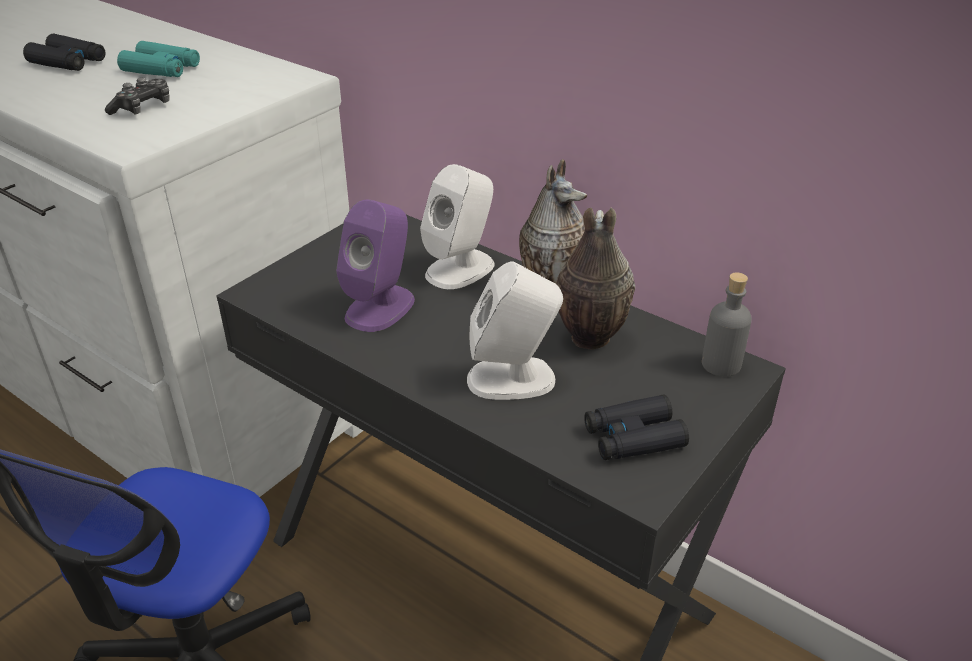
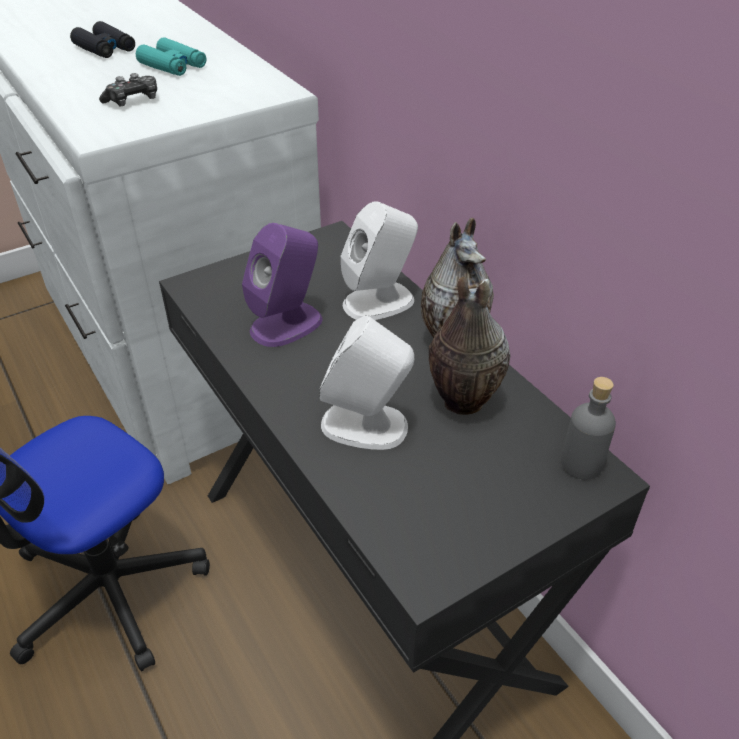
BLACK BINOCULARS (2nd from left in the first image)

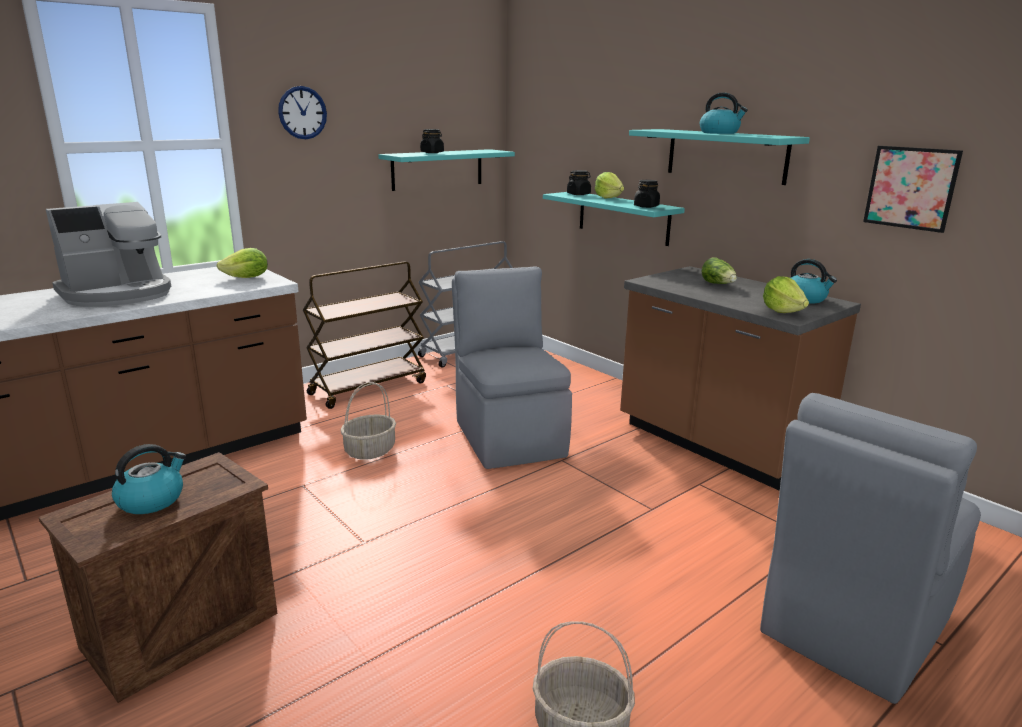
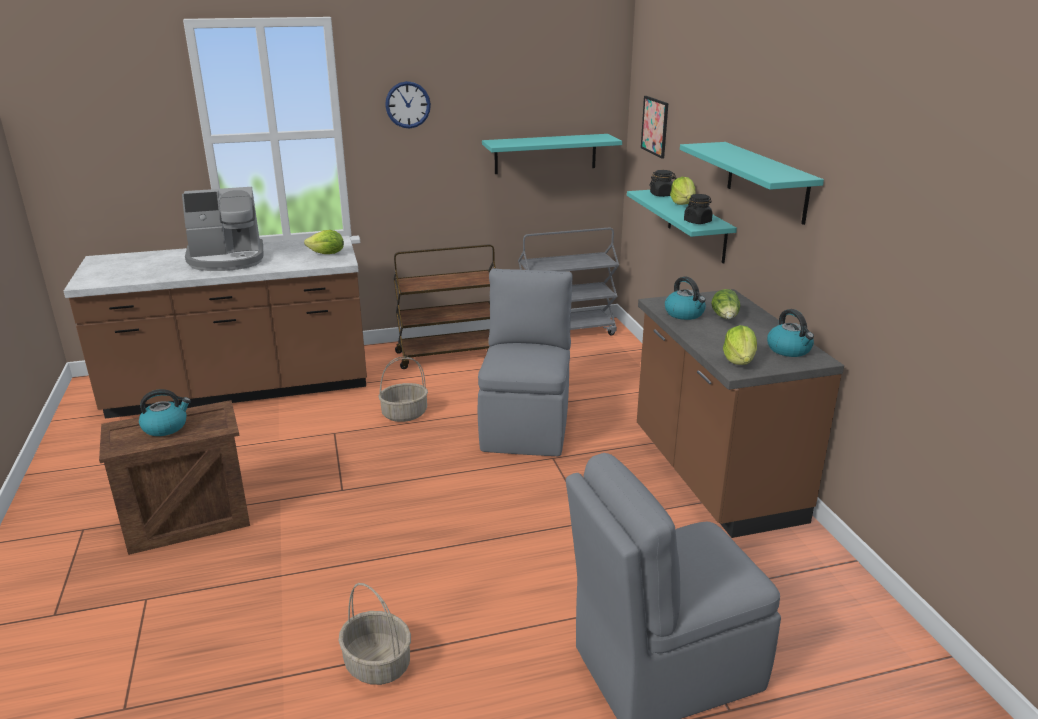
BLACK JAR (1st from left in the first image)
KETTLE (2nd from left)
PICTURE

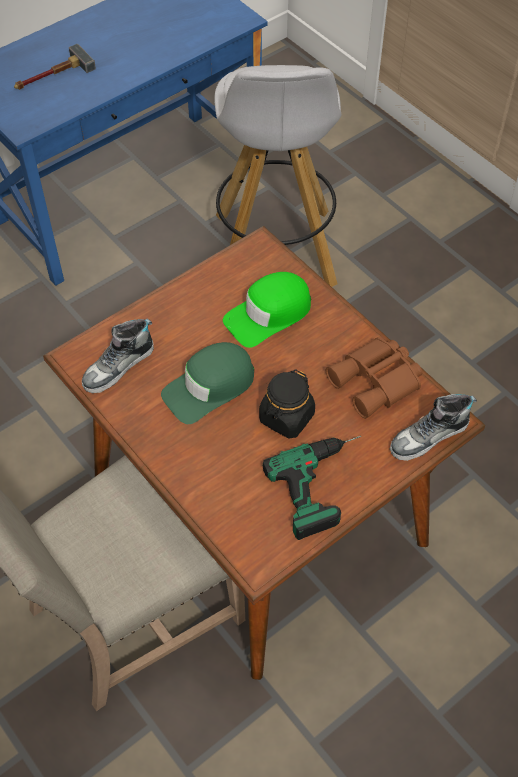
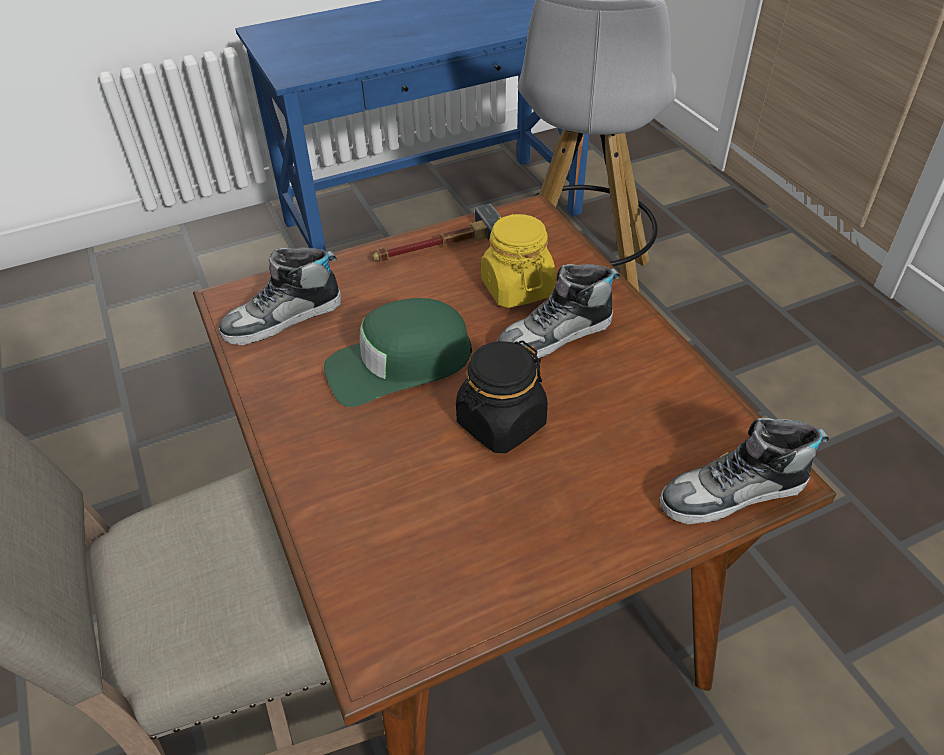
HAMMER
YELLOW JAR
POWER DRILL
BROWN BINOCULARS
SHOE (2nd from left)

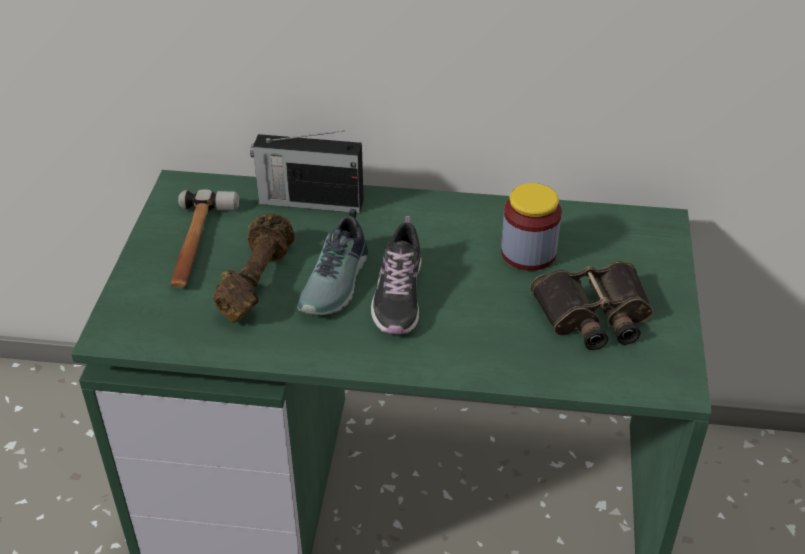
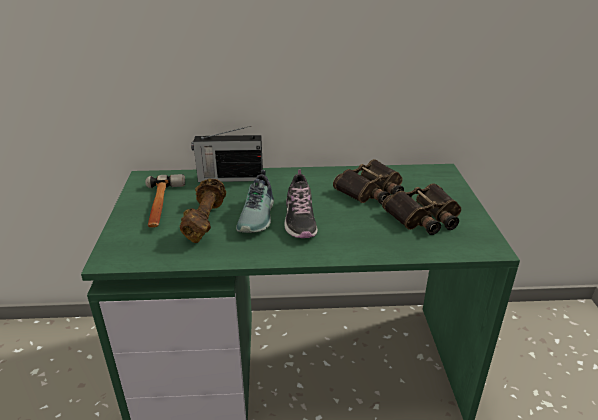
BINOCULARS (1st from left)

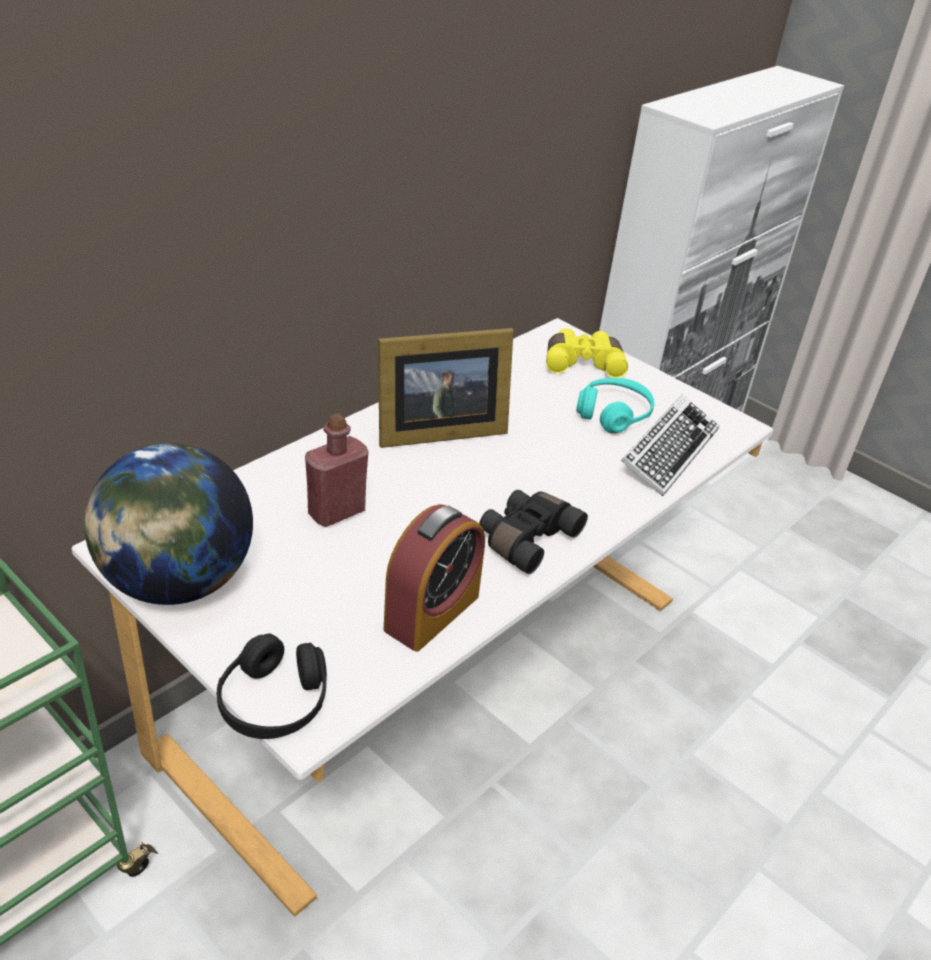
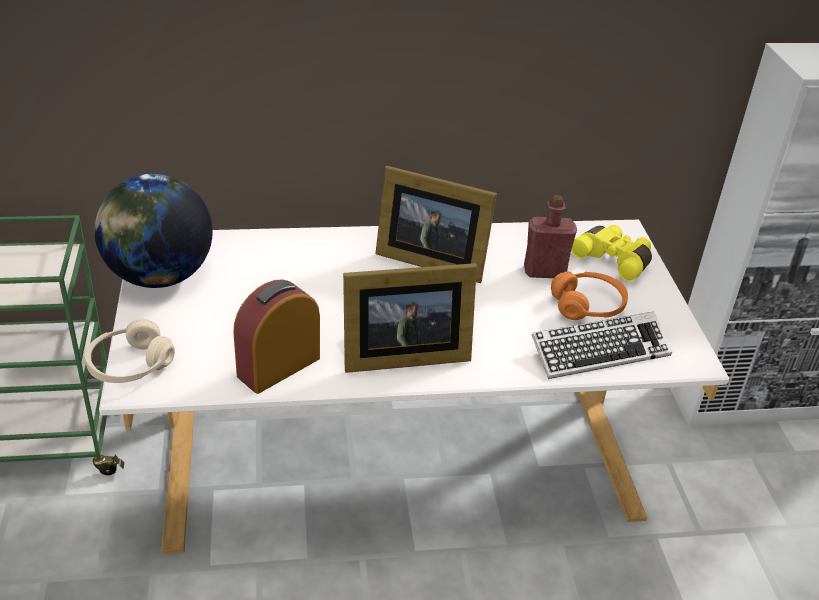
BEIGE HEADPHONES
RED BOTTLE
ALARM CLOCK
PICTURE FRAME (1st from left)
ORANGE HEADPHONES

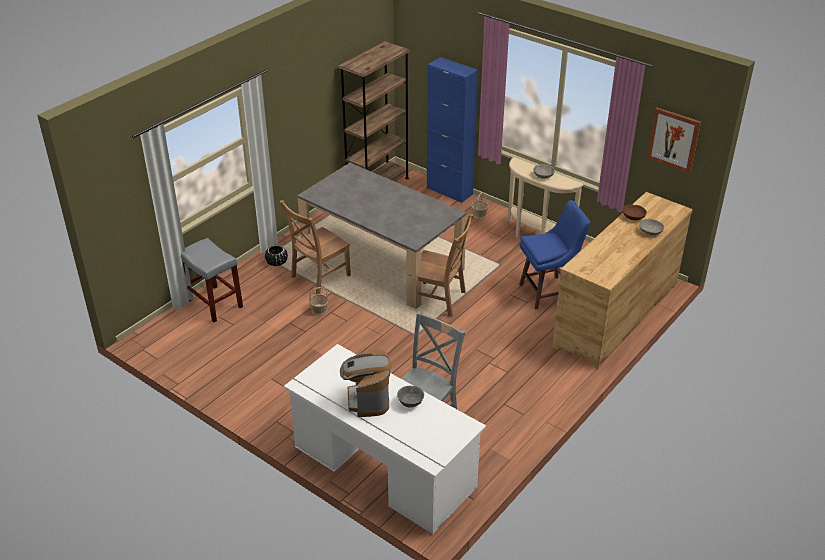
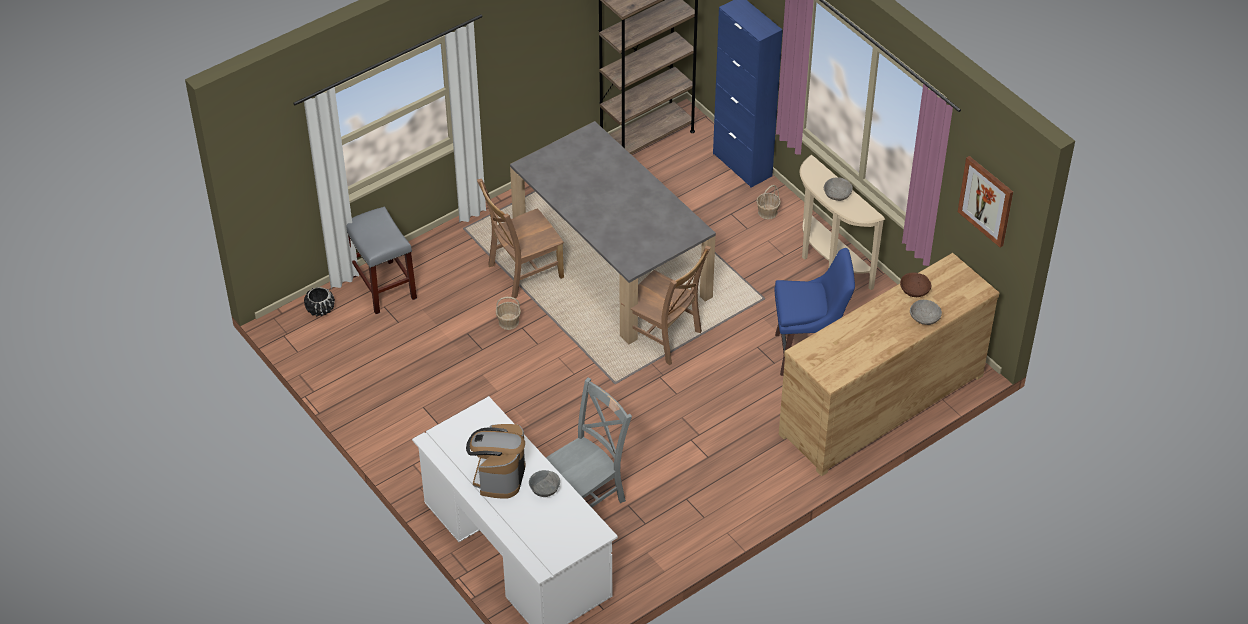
BLACK PLANTER

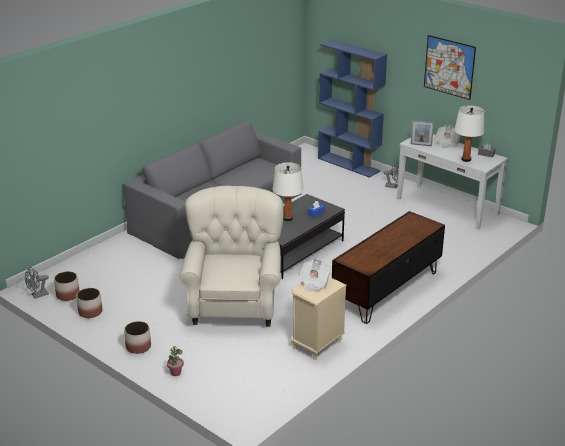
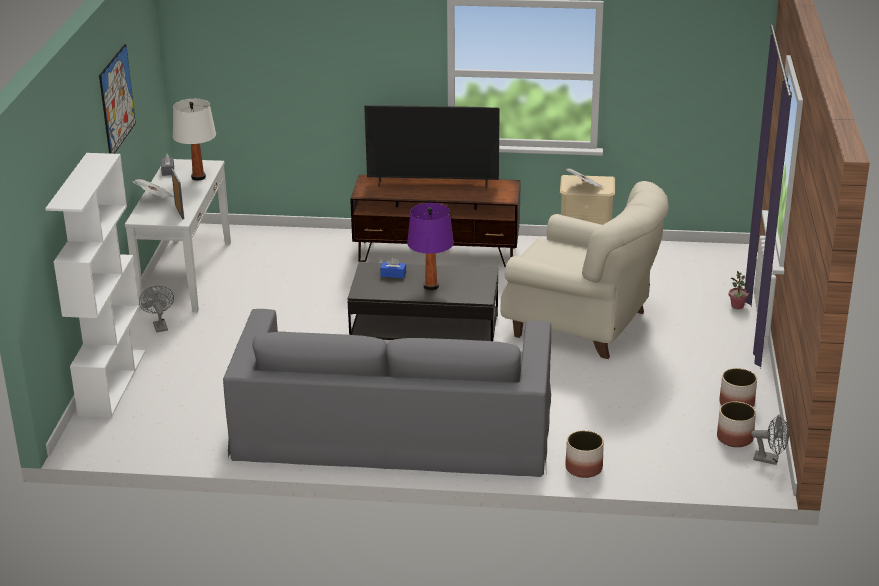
PLANTER (1st from left)
BEIGE ARMCHAIR
PURPLE TABLE LAMP
WHITE BOOKCASE
TELEVISION

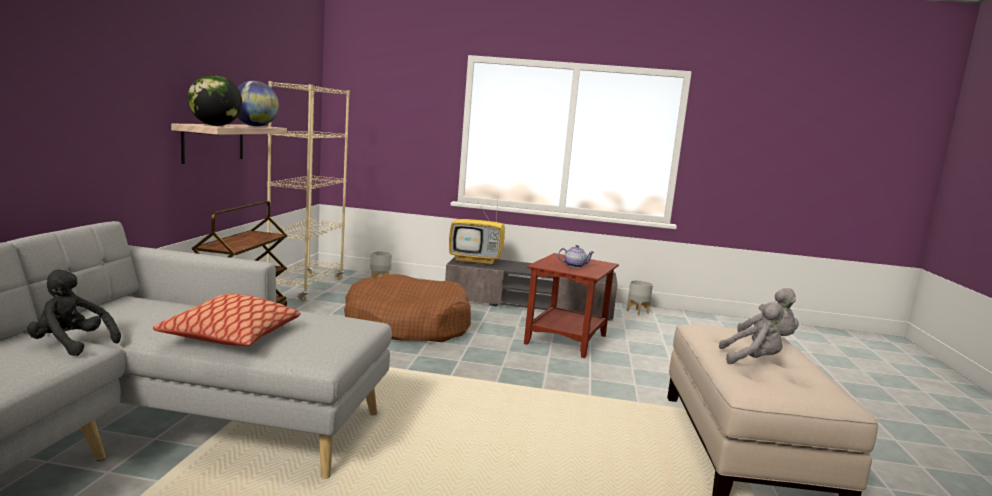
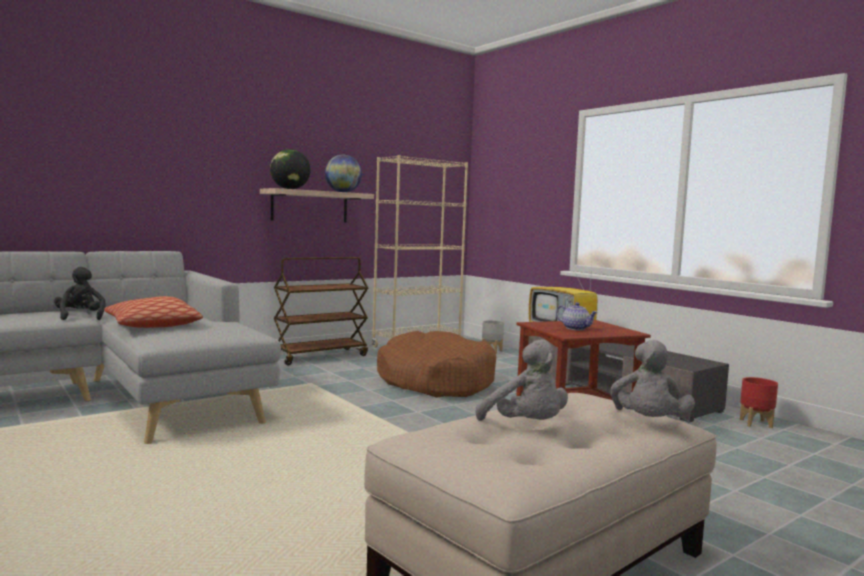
RED PLANTER

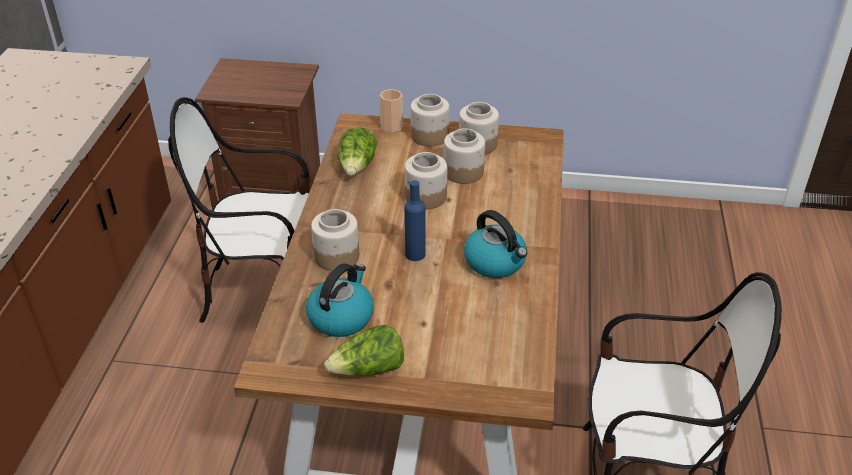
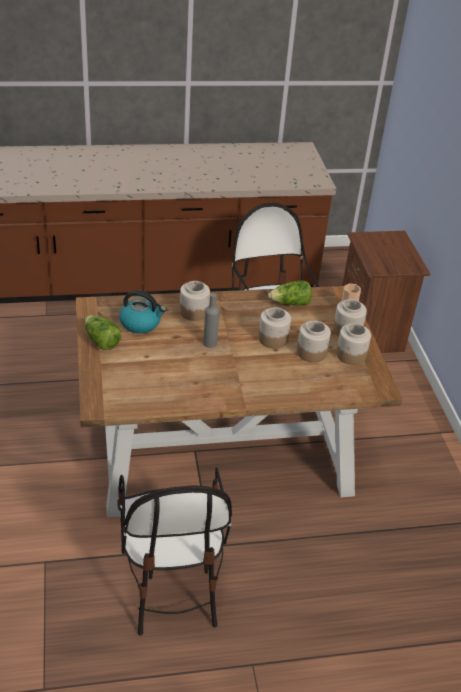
GREY BOTTLE
KETTLE (2nd from left in the first image)

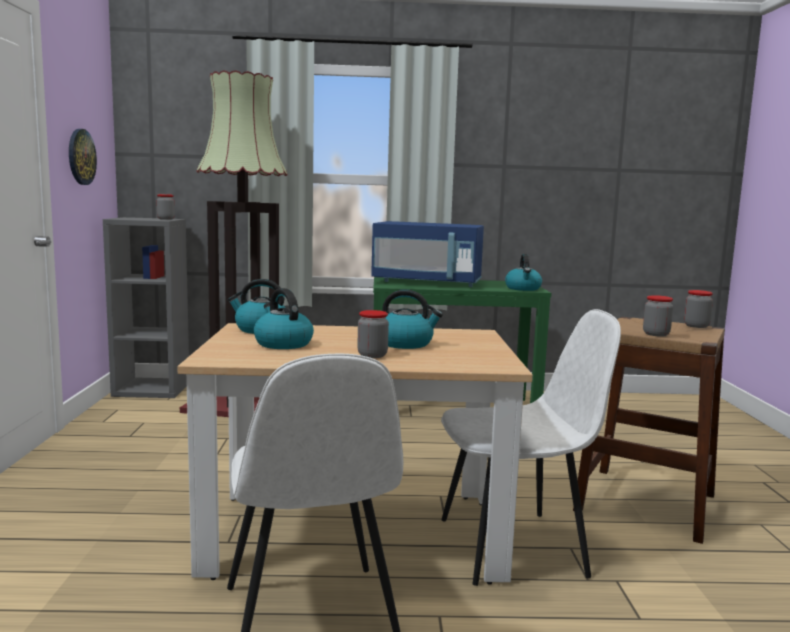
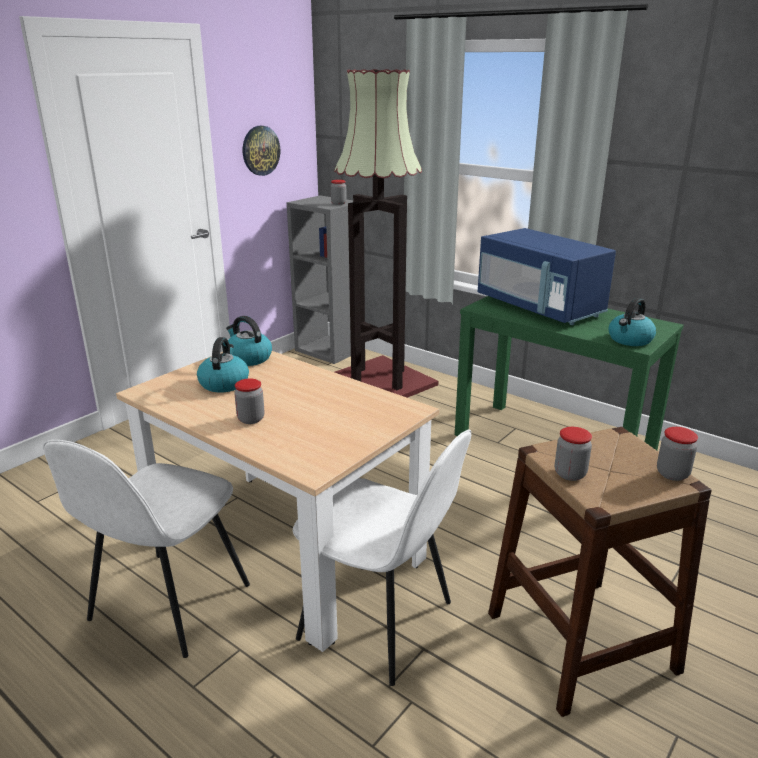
KETTLE (3rd from left in the first image)

